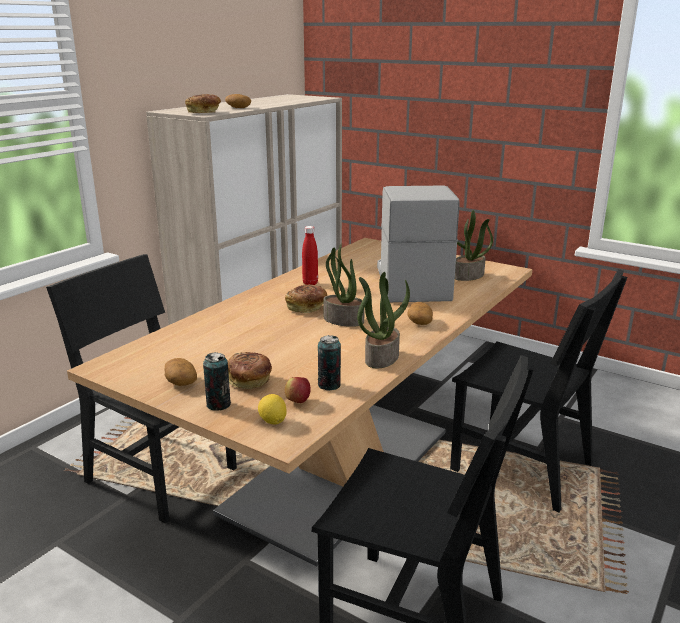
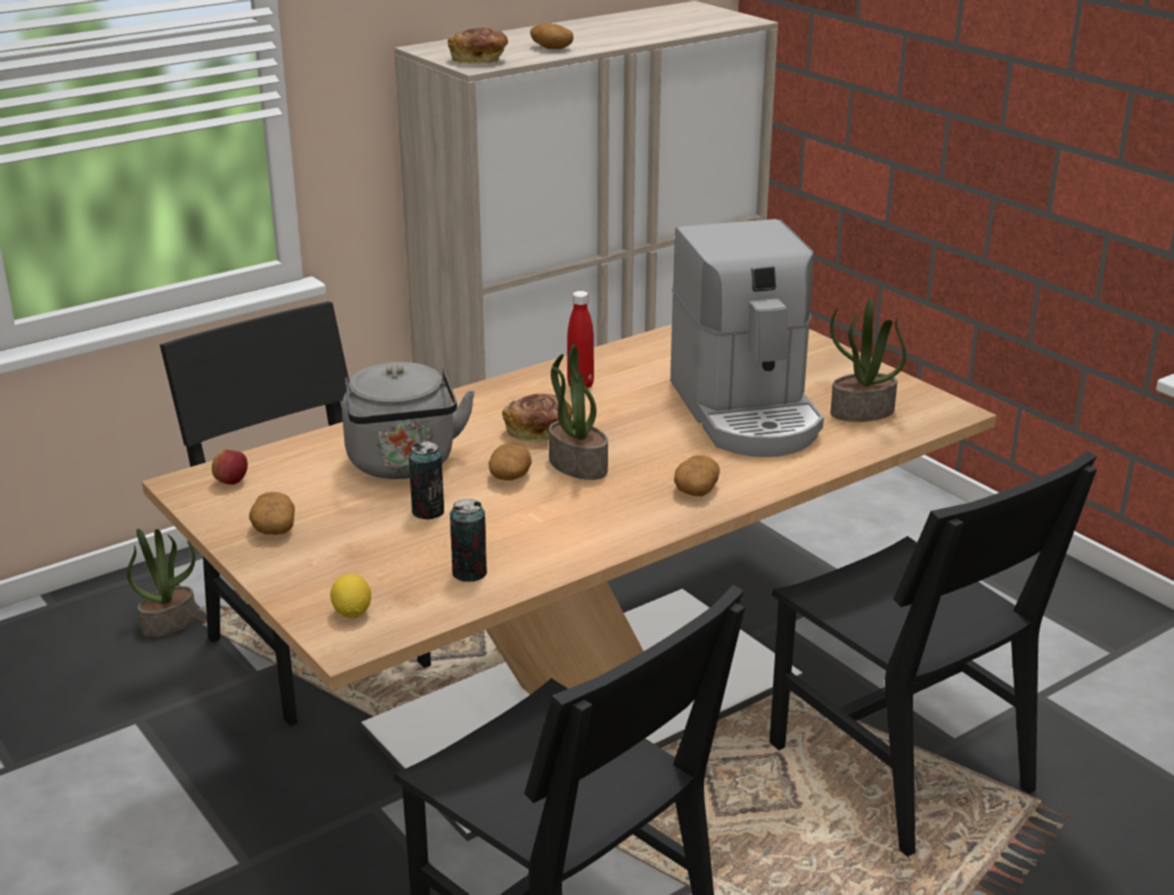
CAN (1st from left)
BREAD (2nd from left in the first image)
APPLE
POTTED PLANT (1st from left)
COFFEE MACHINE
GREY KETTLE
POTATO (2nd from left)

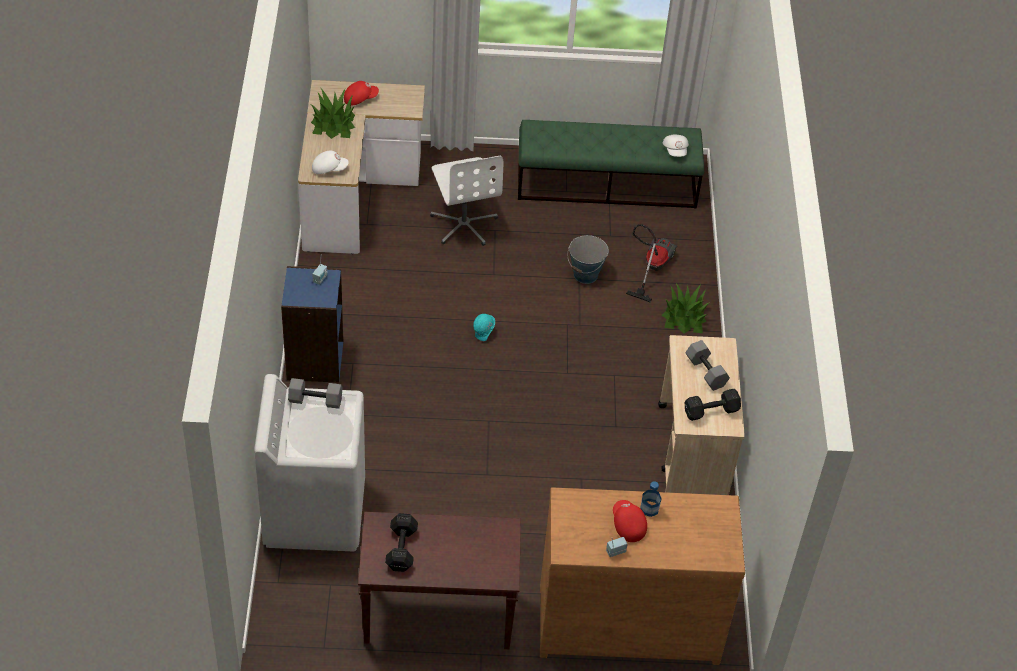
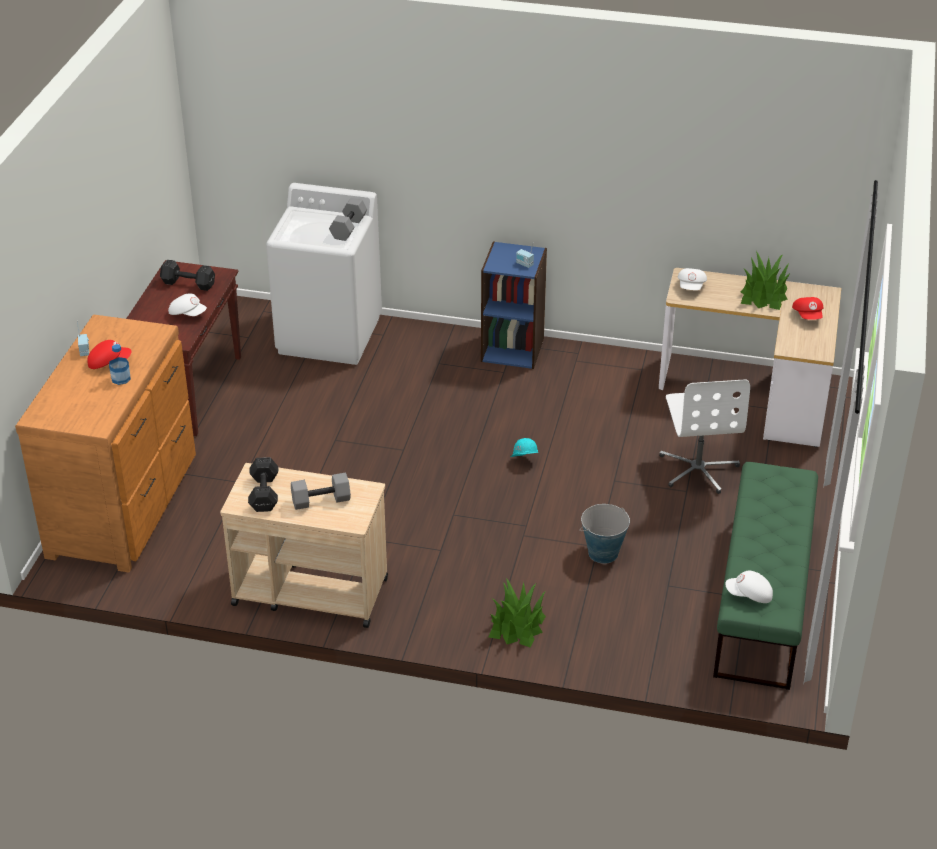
WHITE OFFICE CHAIR
VACUUM CLEANER
WHITE CAP (1st from left)

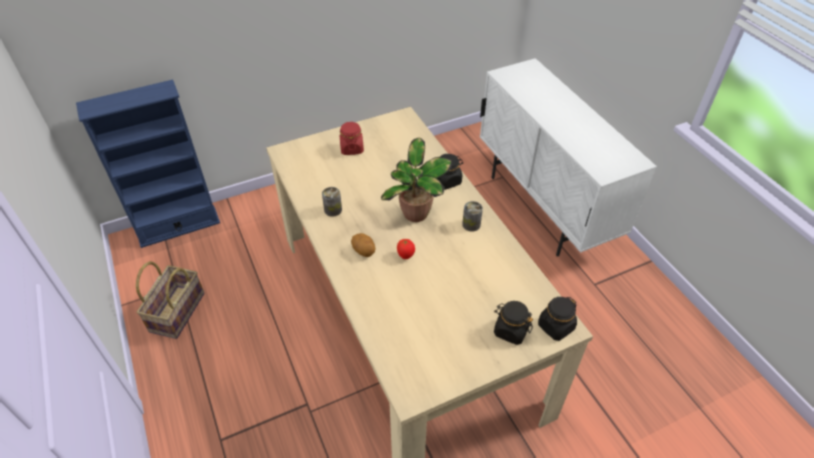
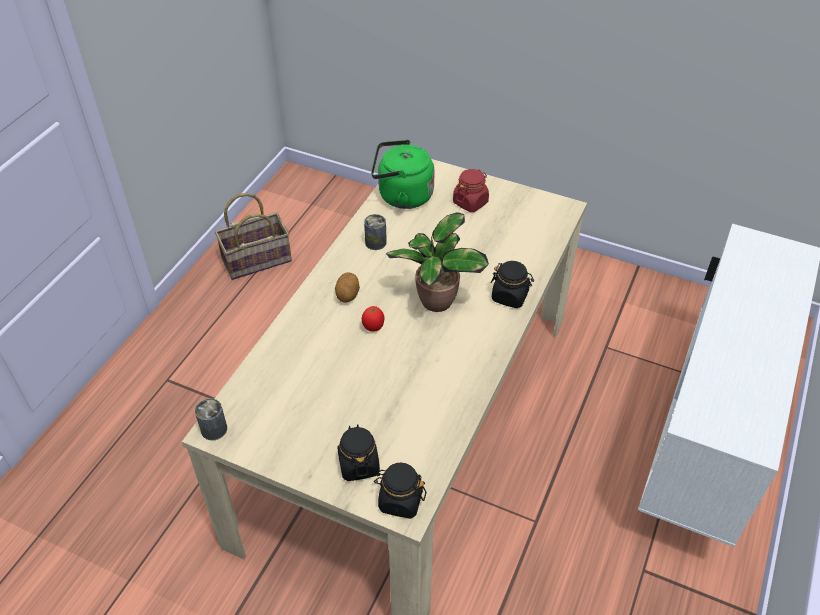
BLUE BOOKCASE
CAN (1st from left)
GREEN KETTLE

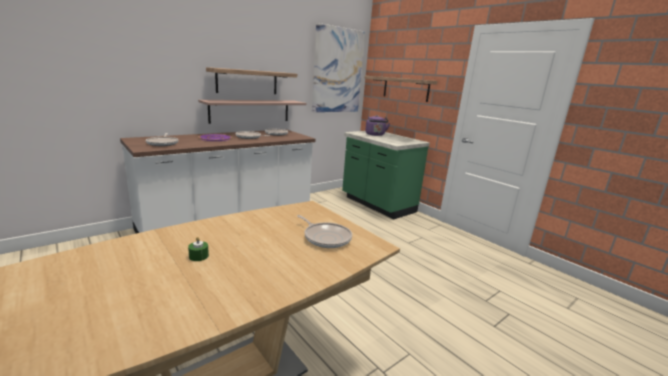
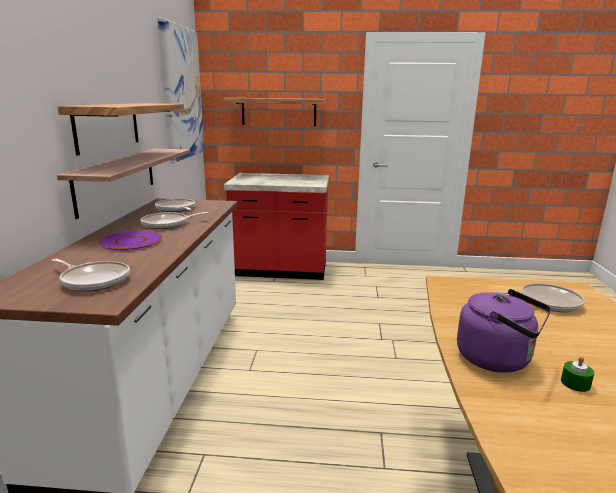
RED COUNTER
PURPLE KETTLE

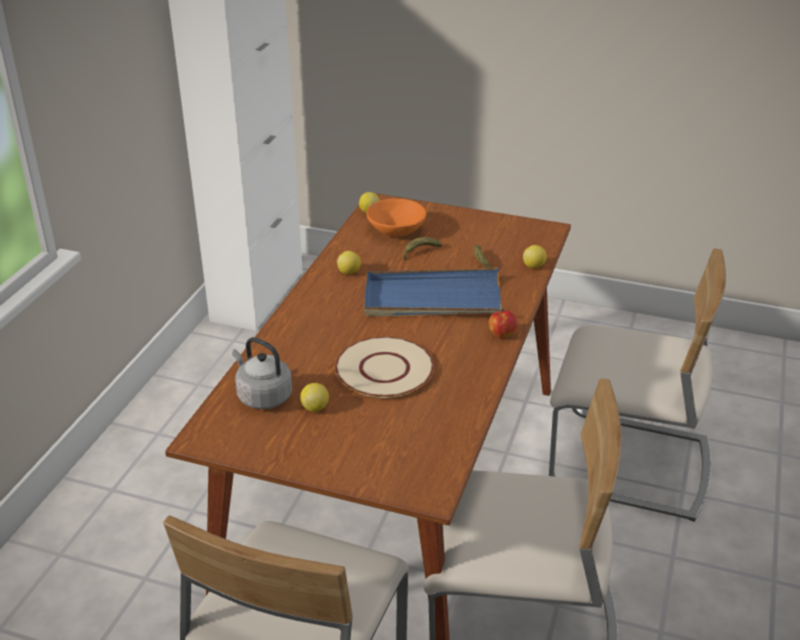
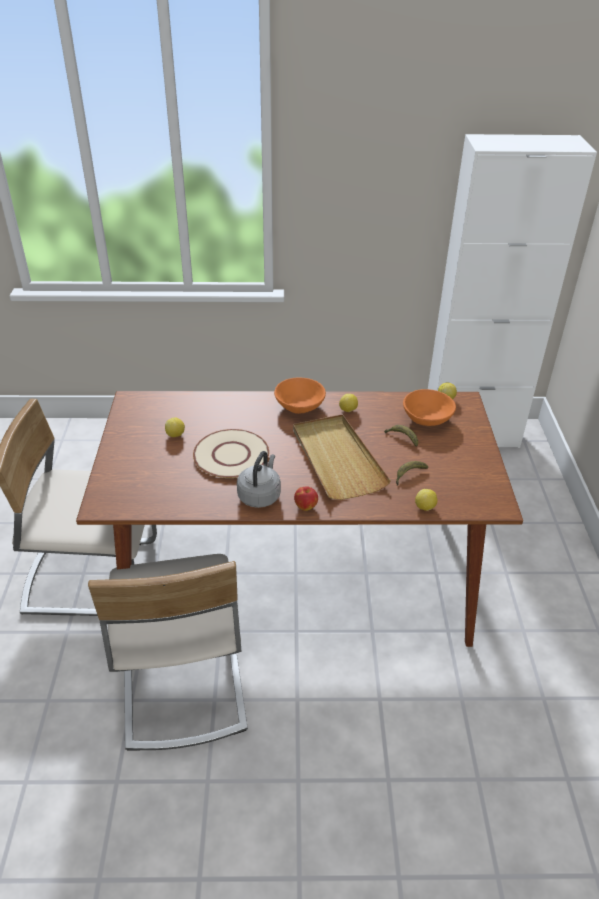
GREY KETTLE
BEIGE TRAY
BEIGE CHAIR (3rd from left in the first image)
ORANGE BOWL (1st from left)

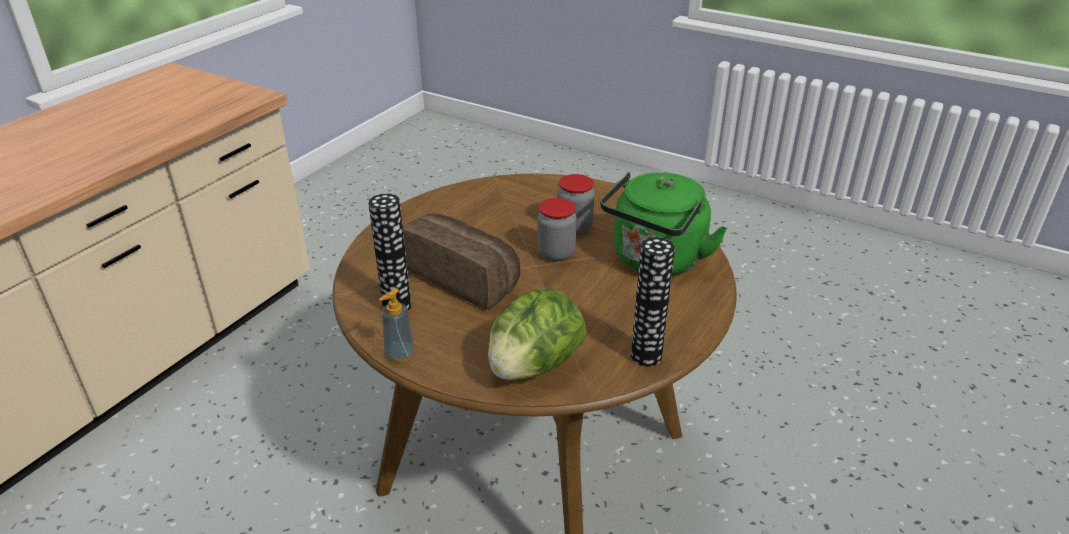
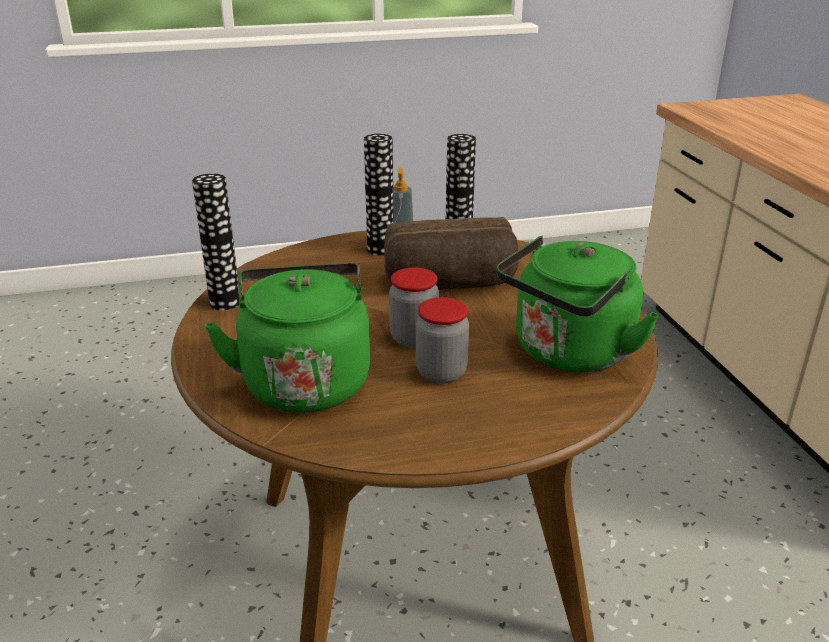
LETTUCE
VASE (2nd from left)
GREEN KETTLE (2nd from left)

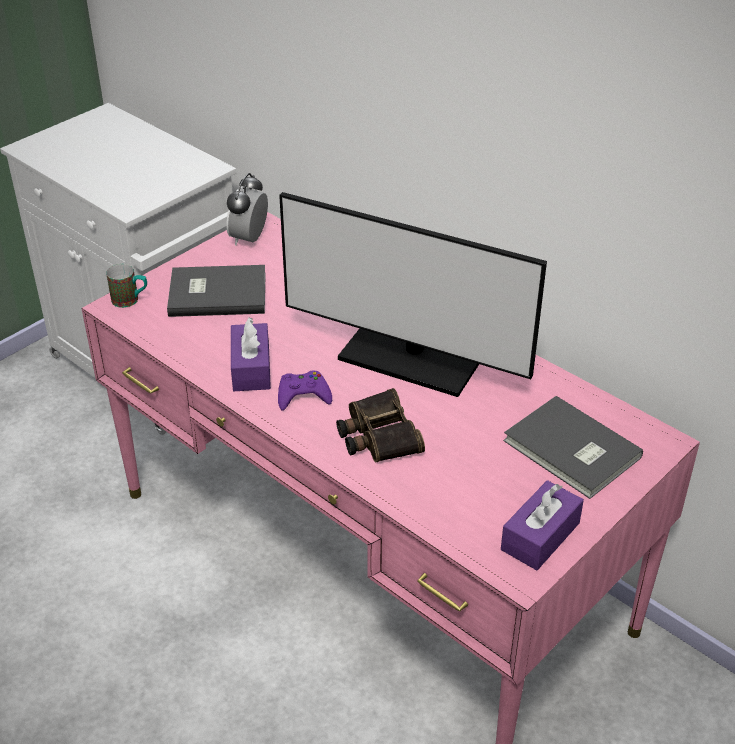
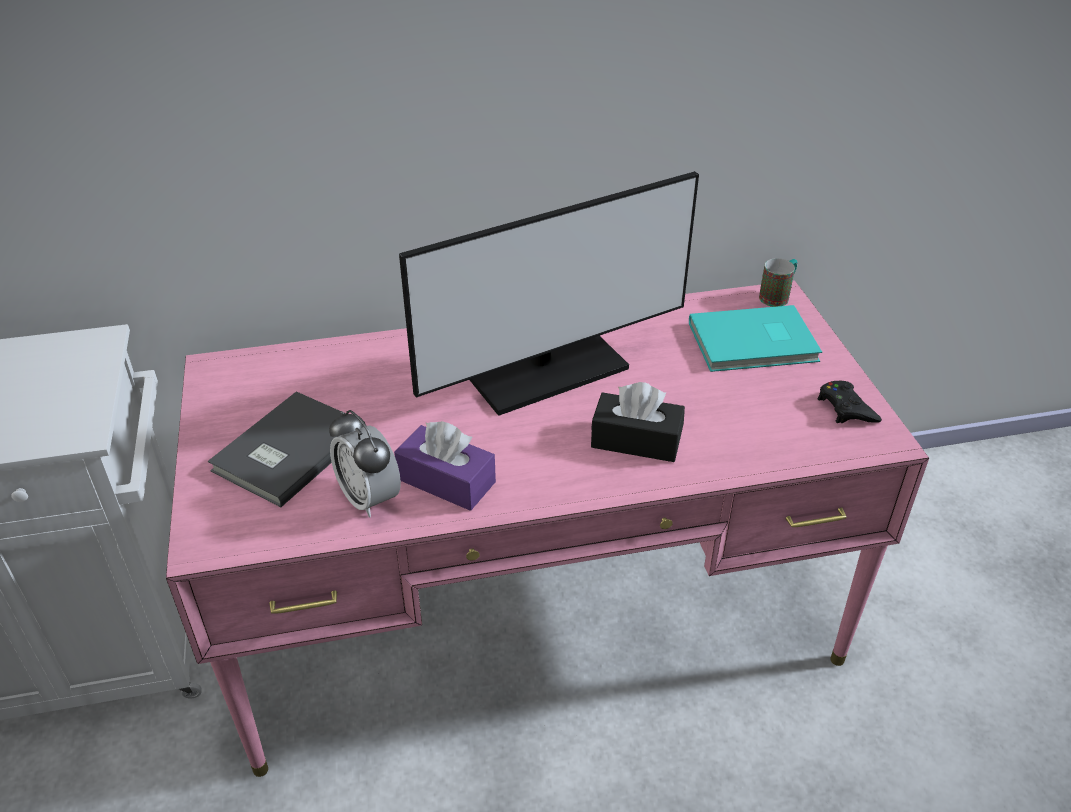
MUG
ALARM CLOCK
PURPLE GAME CONTROLLER
BLACK TISSUE BOX
BLACK GAME CONTROLLER
TURQUOISE BOOK

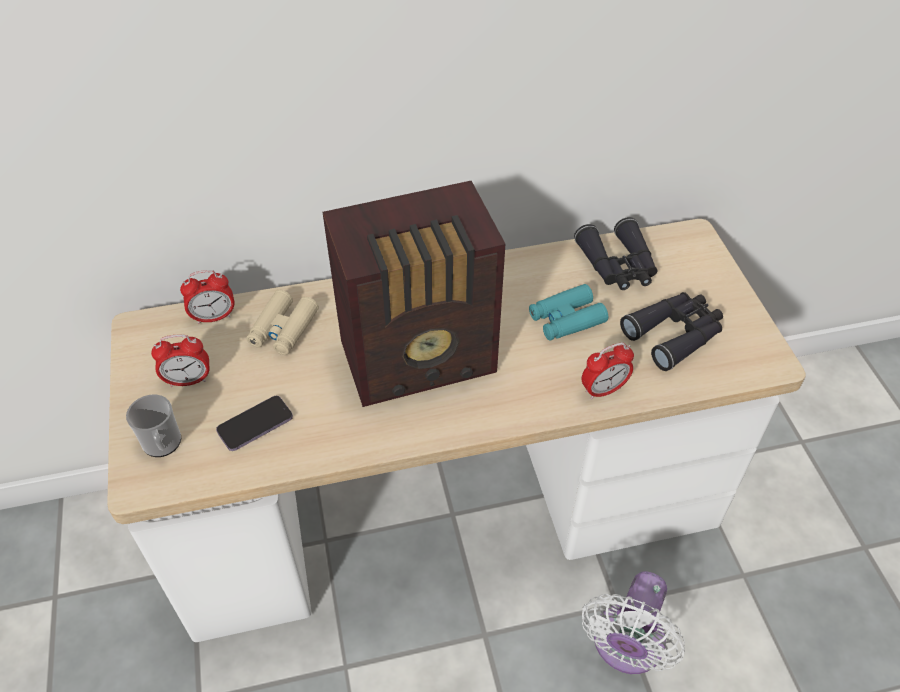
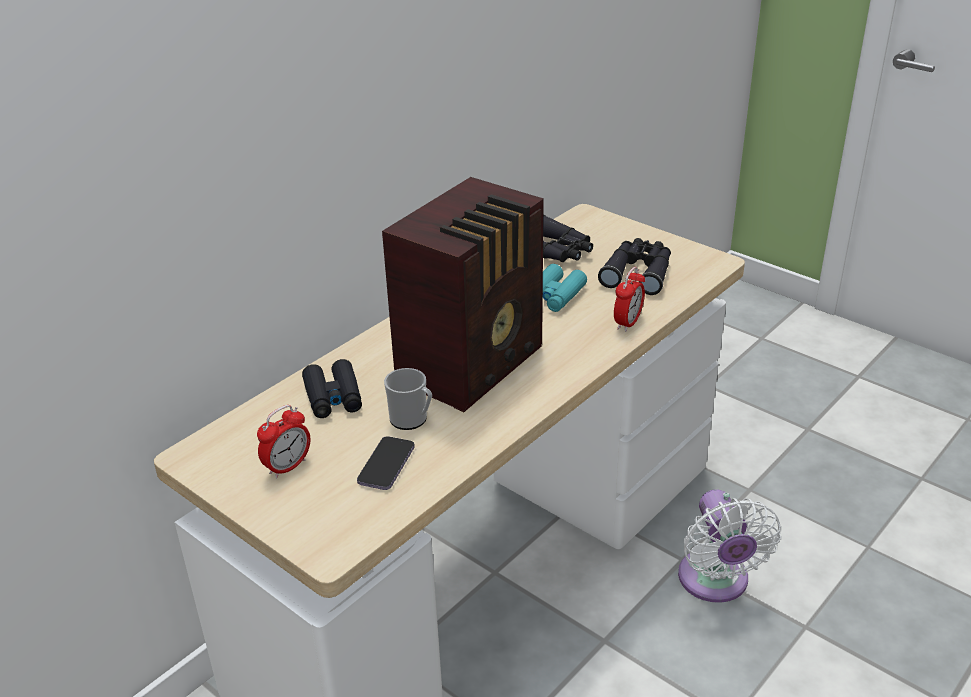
MUG
ALARM CLOCK (2nd from left in the first image)
BLACK BINOCULARS (1st from left)

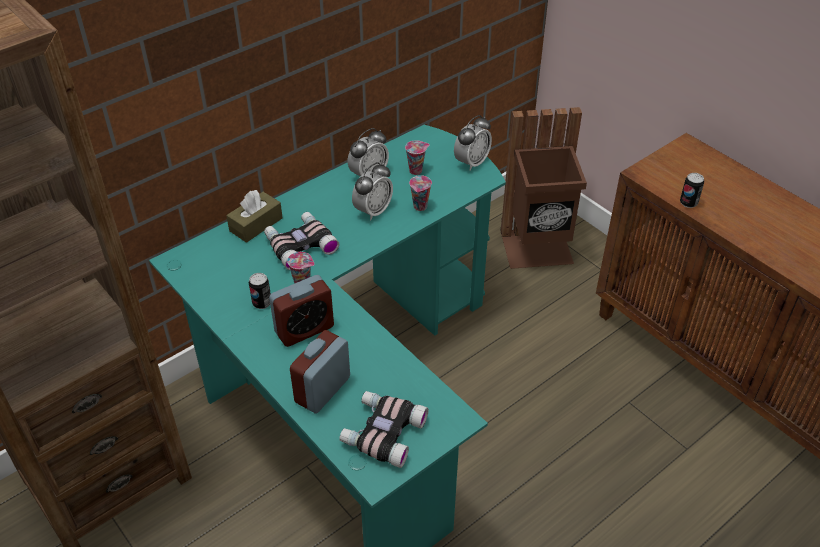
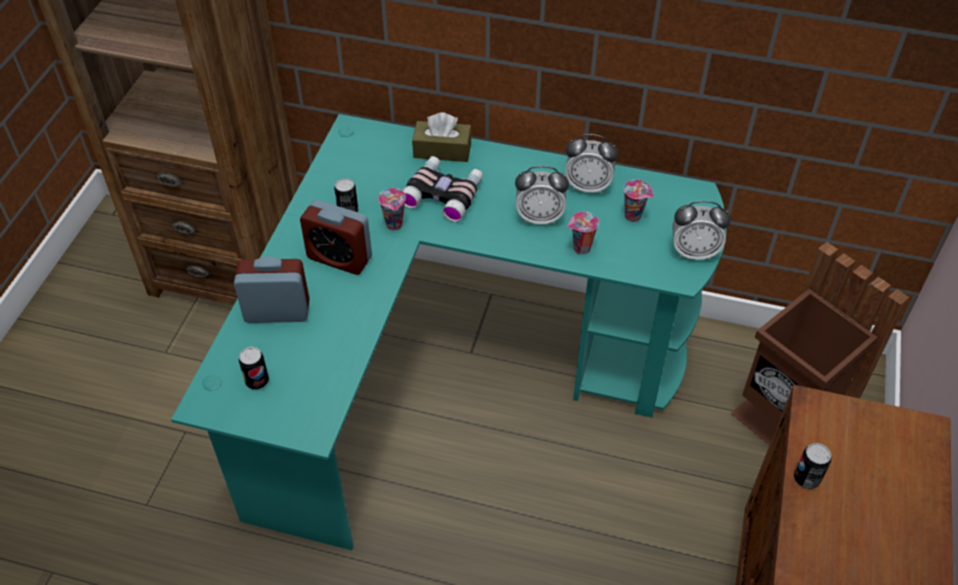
CAN (1st from left)

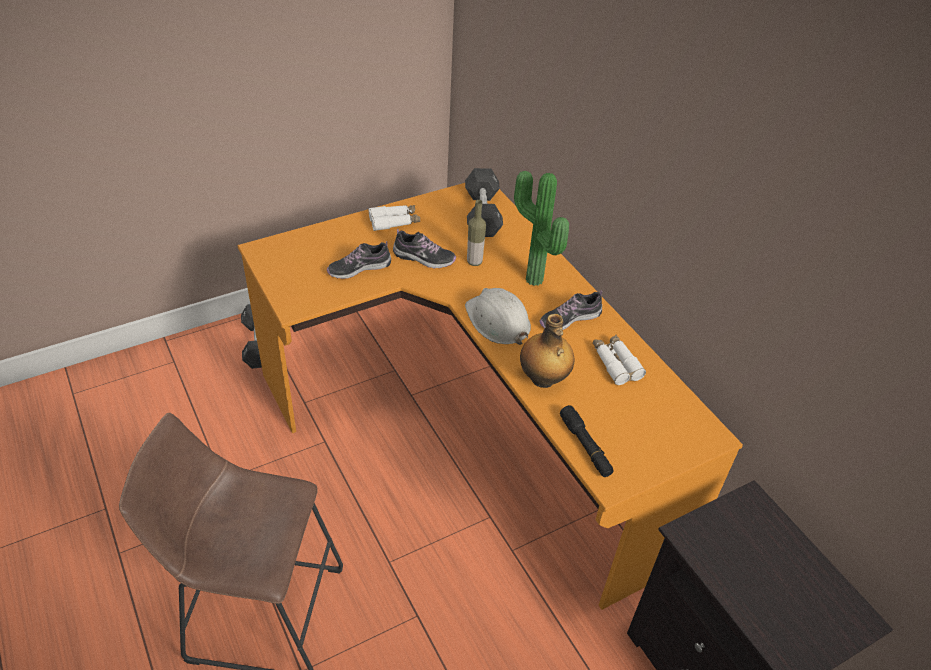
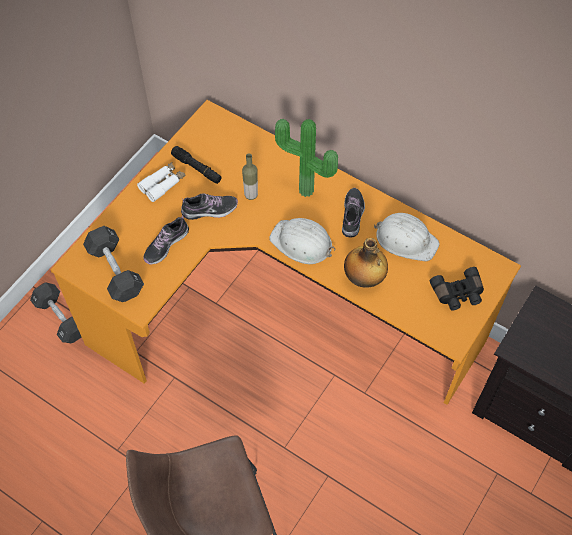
BLACK DUMBBELL (2nd from left)
SHOE (3rd from left)
BLACK FLASHLIGHT
WHITE HARD HAT (2nd from left)
BLACK BINOCULARS

